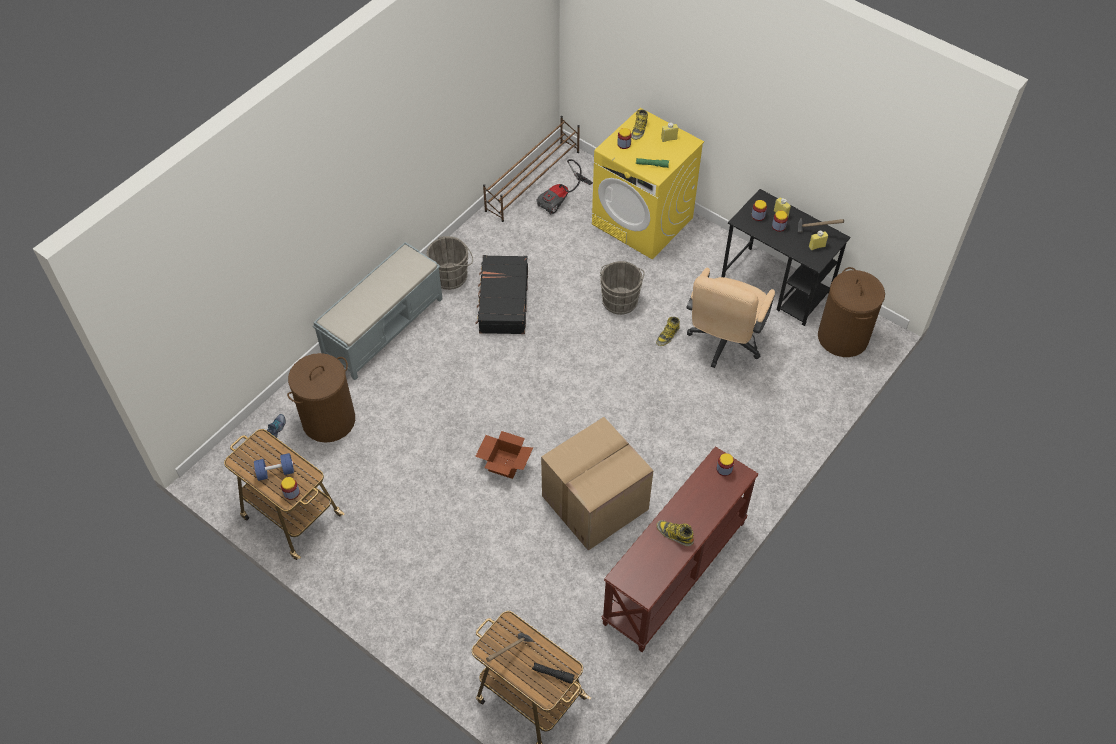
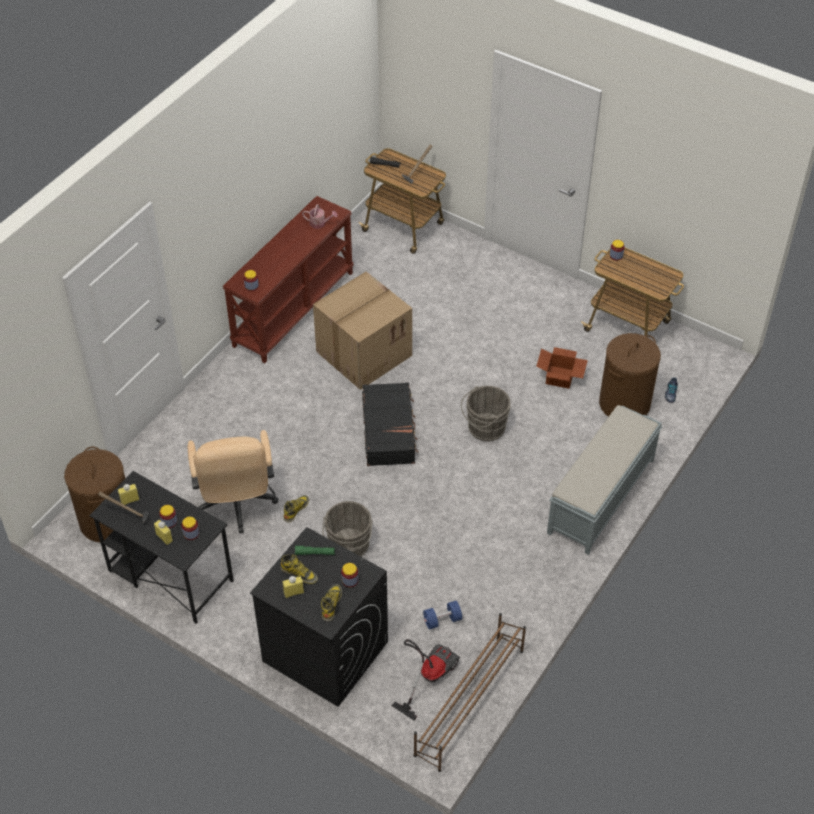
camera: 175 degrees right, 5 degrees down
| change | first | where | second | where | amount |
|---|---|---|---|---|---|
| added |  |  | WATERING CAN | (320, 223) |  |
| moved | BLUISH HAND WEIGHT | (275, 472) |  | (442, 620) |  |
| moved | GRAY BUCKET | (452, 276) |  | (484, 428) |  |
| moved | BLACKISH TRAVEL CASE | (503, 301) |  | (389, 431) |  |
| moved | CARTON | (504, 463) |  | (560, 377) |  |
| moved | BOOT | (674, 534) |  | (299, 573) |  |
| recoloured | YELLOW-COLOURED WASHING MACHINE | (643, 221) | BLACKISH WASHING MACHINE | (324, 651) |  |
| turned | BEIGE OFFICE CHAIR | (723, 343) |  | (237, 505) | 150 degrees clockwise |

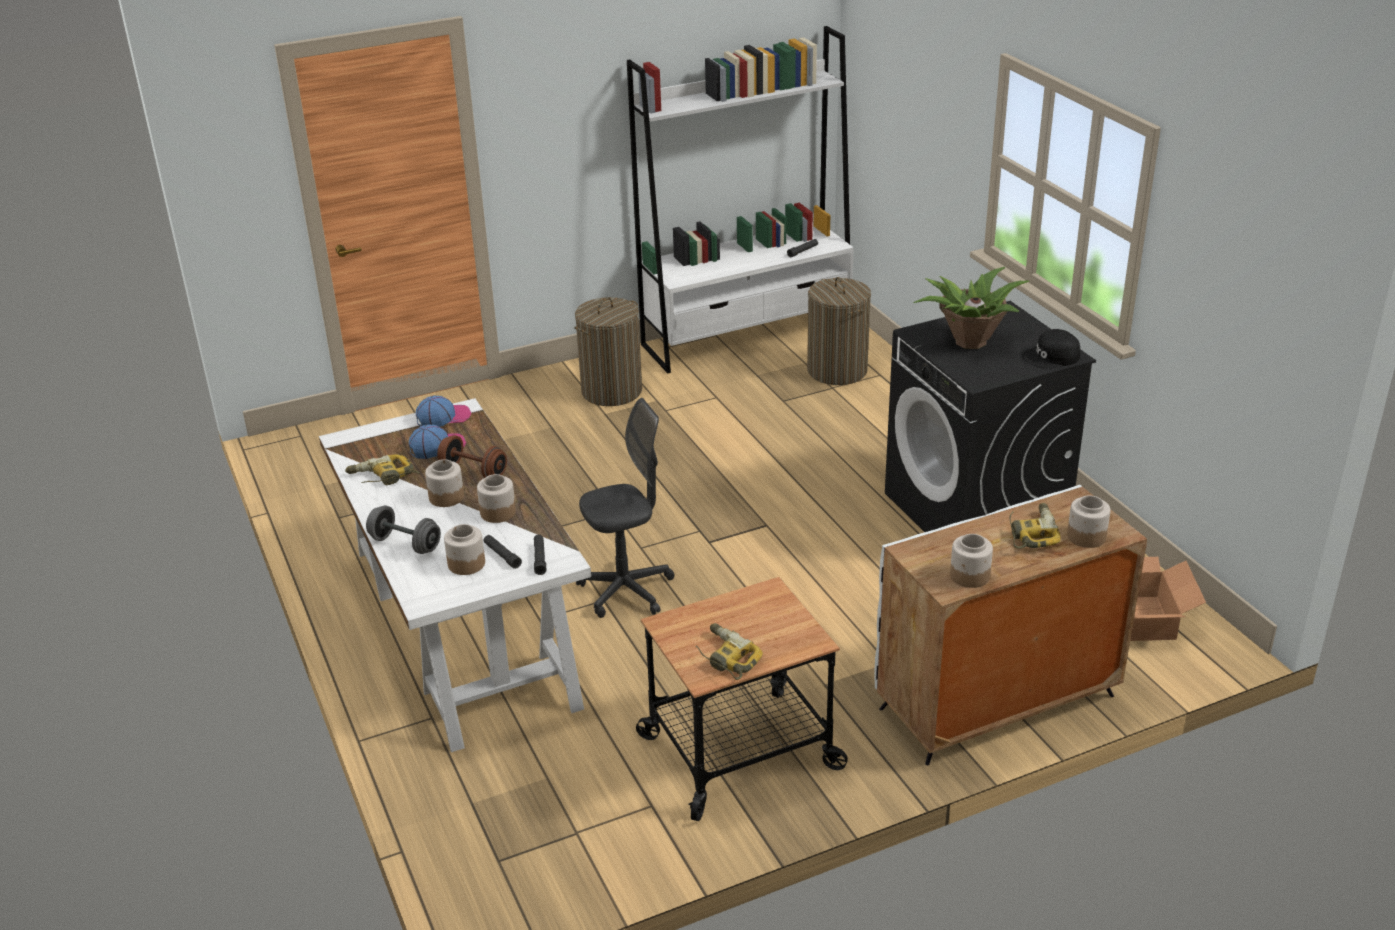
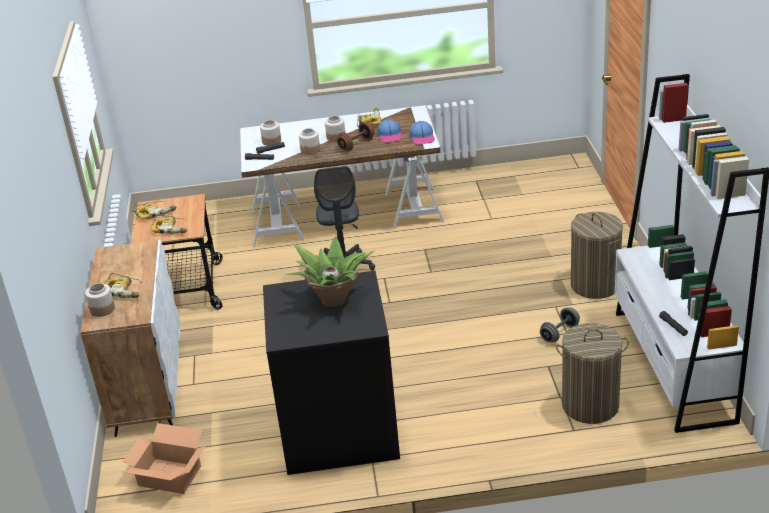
camera: 110 degrees right, 0 degrees up
| change | first | where | second | where | amount |
|---|---|---|---|---|---|
| removed | STORAGE JAR | (970, 576) |  |  |  |
| removed | BLACKISH CAP | (1052, 357) |  |  |  |
| added |  |  | POWER DRILL | (171, 228) |  |
| moved | GRAY HAND WEIGHT | (405, 544) |  | (559, 333) |  |

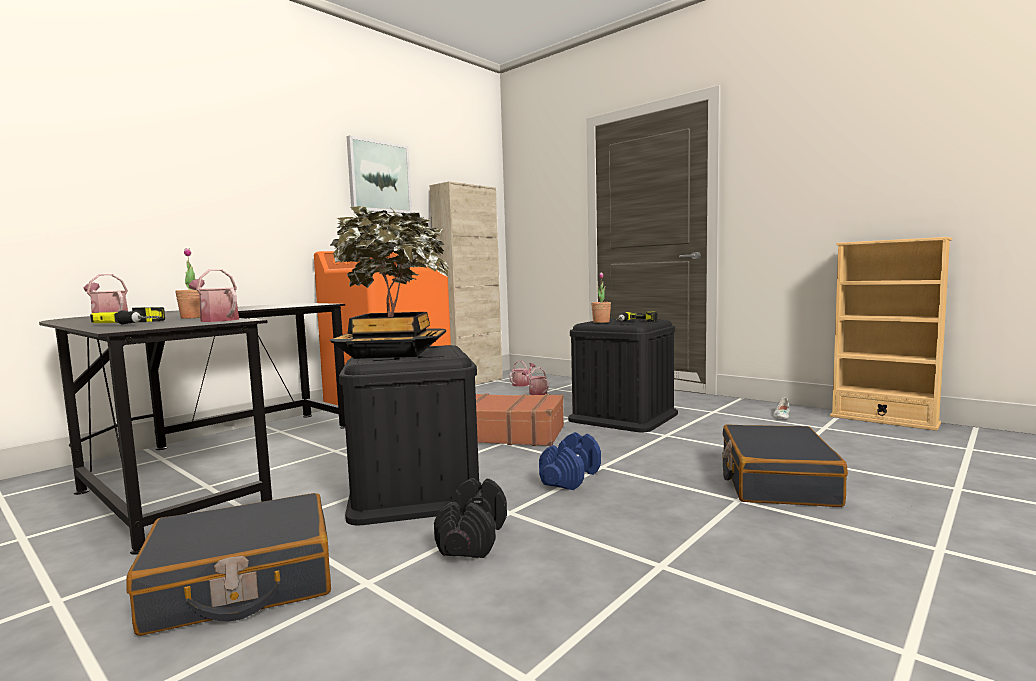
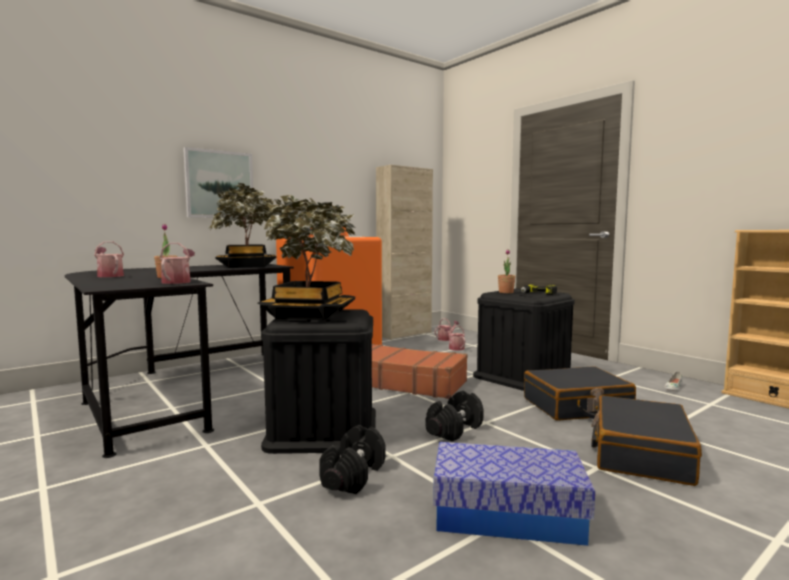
camera: 10 degrees right, 0 degrees up
| change | first | where | second | where | amount |
|---|---|---|---|---|---|
| removed | POWER DRILL | (145, 323) |  |  |  |
| added |  |  | PLANT IN A POT | (247, 266) |  |
| added |  |  | STORAGE BIN | (507, 515) |  |
| moved | BLACKISH TRAVEL CASE | (242, 584) |  | (576, 407) |  |
| moved | WALL ART | (379, 177) |  | (219, 184) |  |
| recoloured | BLUISH HAND WEIGHT | (570, 477) | BLACKISH HAND WEIGHT | (454, 429) |  |
| turned | WATERING CAN | (217, 320) |  | (178, 281) | 45 degrees clockwise |

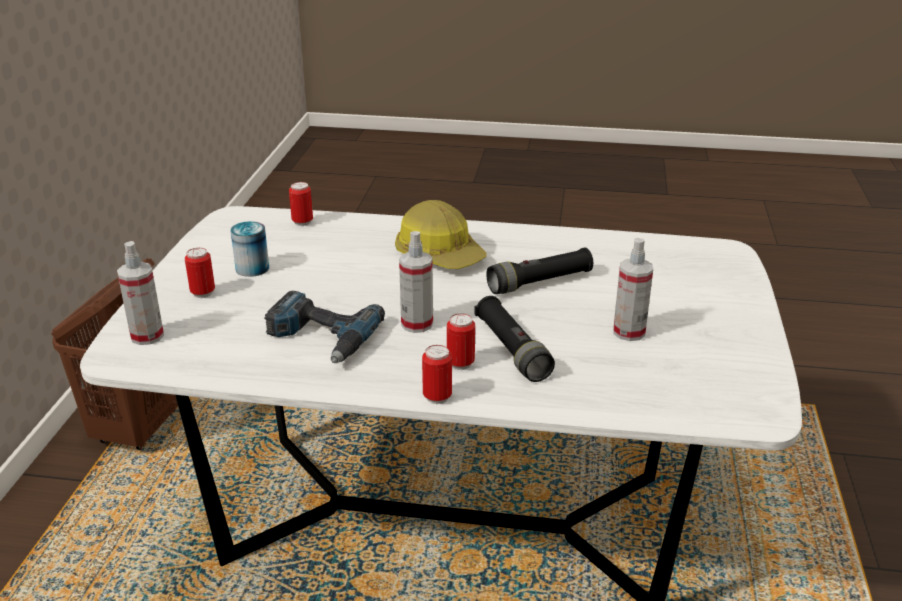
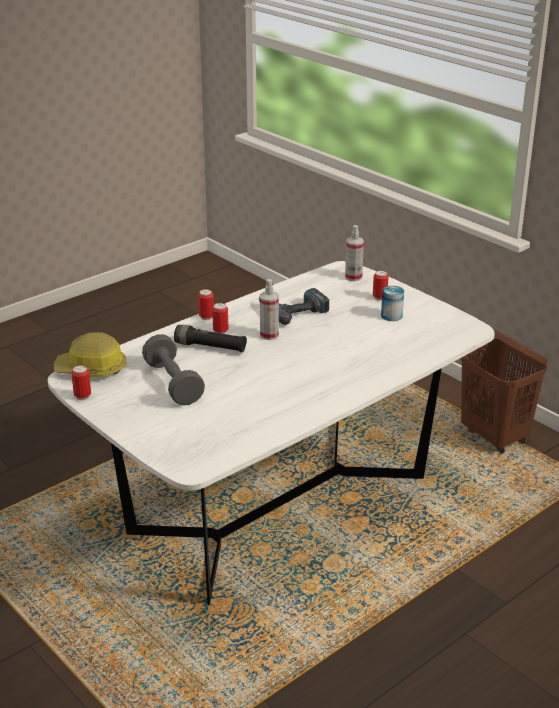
camera: 130 degrees right, 0 degrees up
| change | first | where | second | where | amount |
|---|---|---|---|---|---|
| removed | BLACKISH HAND TORCH | (540, 282) |  |  |  |
| moved | CAN | (302, 222) |  | (82, 396) |  |
| moved | HARD HAT | (439, 254) |  | (92, 369) |  |
| replaced | SPRAYER | (629, 332) | GRAY HAND WEIGHT | (173, 383) |  |

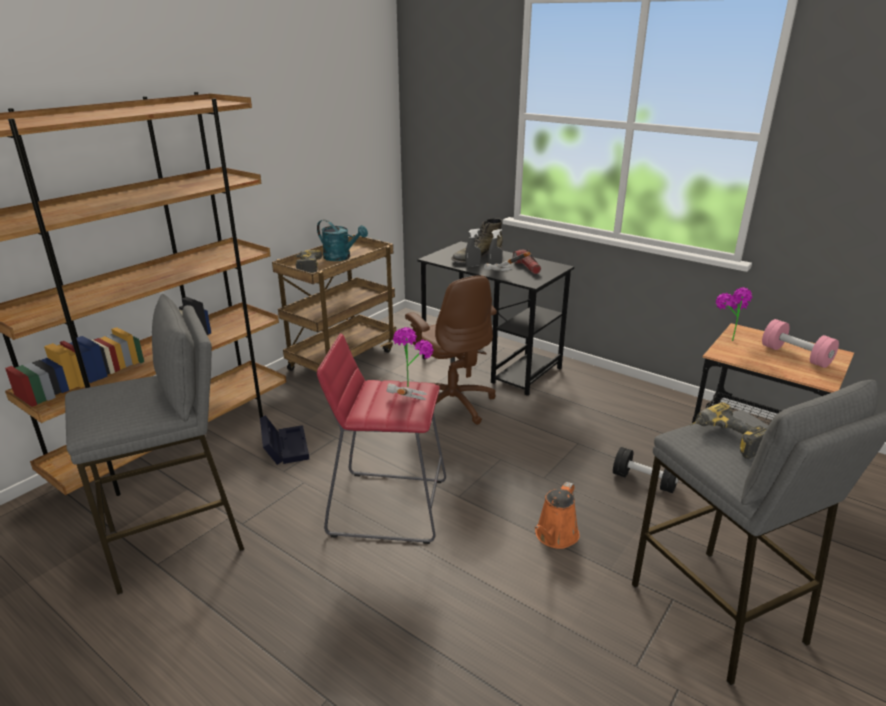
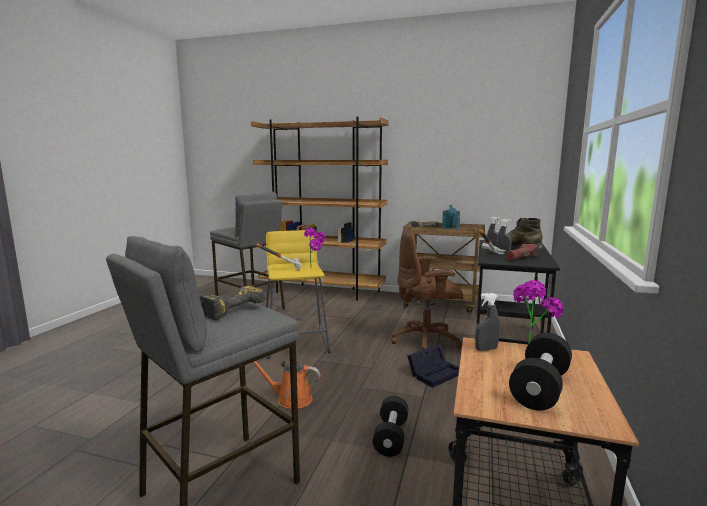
camera: 70 degrees right, 15 degrees down
| change | first | where | second | where | amount |
|---|---|---|---|---|---|
| added |  |  | GRAY SPRAYER | (486, 349) |  |
| moved | BLACKISH STORAGE BIN | (284, 447) |  | (435, 373) |  |
| recoloured | RED-COLOURED SITTING STOOL | (388, 506) | YELLOW-COLOURED SITTING STOOL | (296, 342) |  |
| recoloured | PINK HAND WEIGHT | (795, 356) | BLACKISH HAND WEIGHT | (540, 388) |  |
| turned | BROWN-COLOURED OFFICE CHAIR | (452, 403) |  | (426, 341) | 45 degrees clockwise |

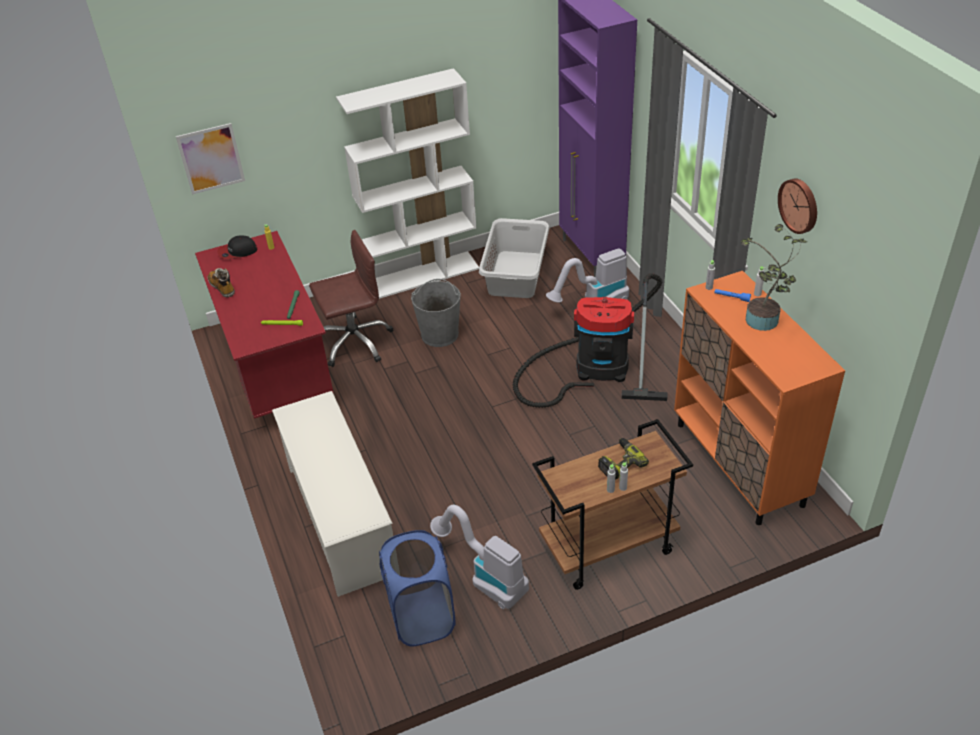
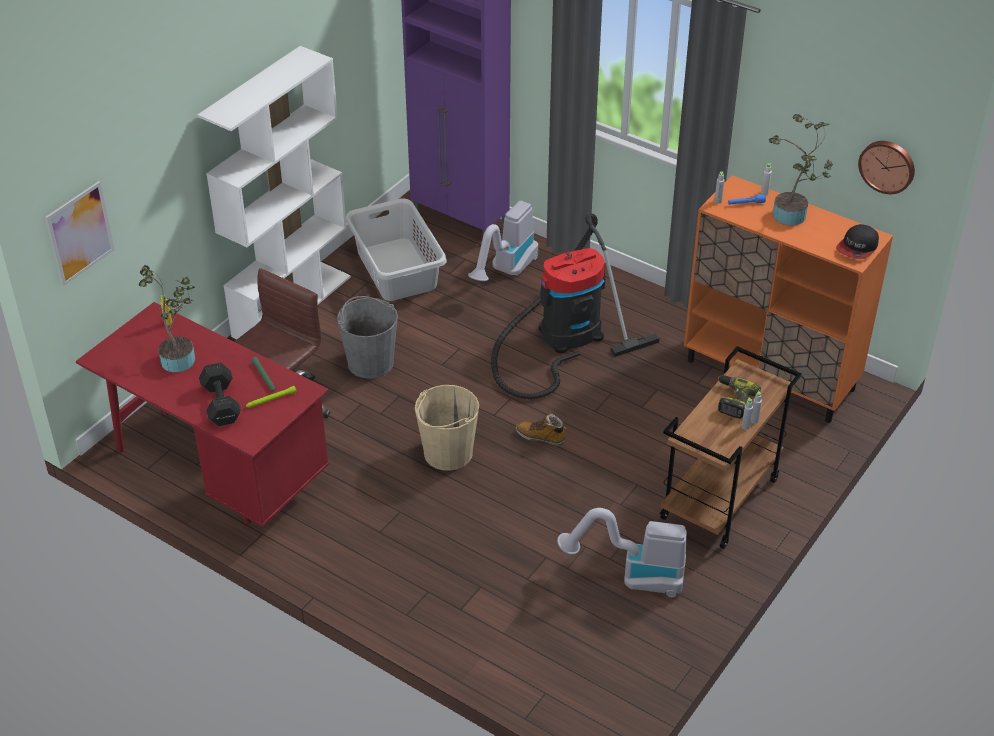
camera: 35 degrees left, 0 degrees up
| change | first | where | second | where | amount |
|---|---|---|---|---|---|
| removed | WHITISH SHOE SHELF | (341, 519) |  |  |  |
| removed | BLUISH LAUNDRY BASKET | (422, 617) |  |  |  |
| added |  |  | PLANT IN A POT | (180, 358) |  |
| added |  |  | BLACKISH HAND WEIGHT | (221, 405) |  |
| added |  |  | BEIGE BUCKET | (447, 453) |  |
| moved | BOOT | (222, 287) |  | (541, 437) |  |
| moved | CAP | (237, 252) |  | (857, 247) |  |
| moved | HANGING CLOCK | (799, 205) |  | (887, 166) |  |

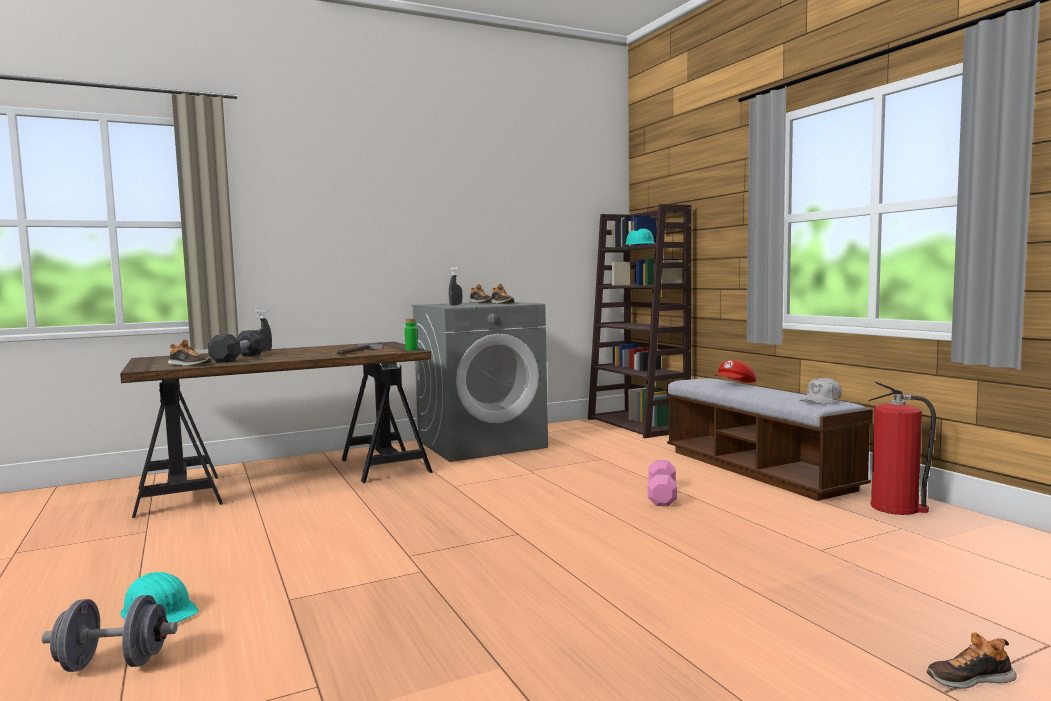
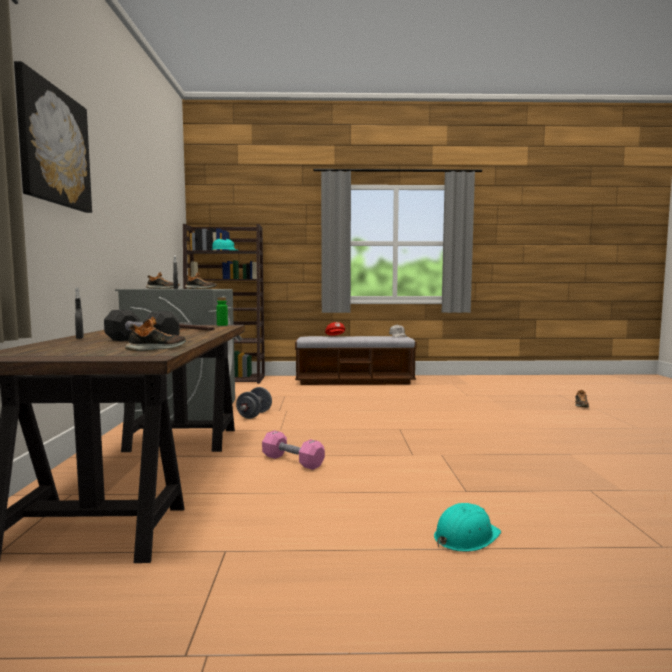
camera: 65 degrees left, 0 degrees up
| change | first | where | second | where | amount |
|---|---|---|---|---|---|
| removed | FIRE-FIGHTING CYLINDER | (896, 508) |  |  |  |
| added |  |  | WALL ART | (53, 146) |  |
| moved | GRAY HAND WEIGHT | (113, 664) |  | (254, 415) |  |
| moved | PINK HAND WEIGHT | (662, 495) |  | (292, 461) |  |

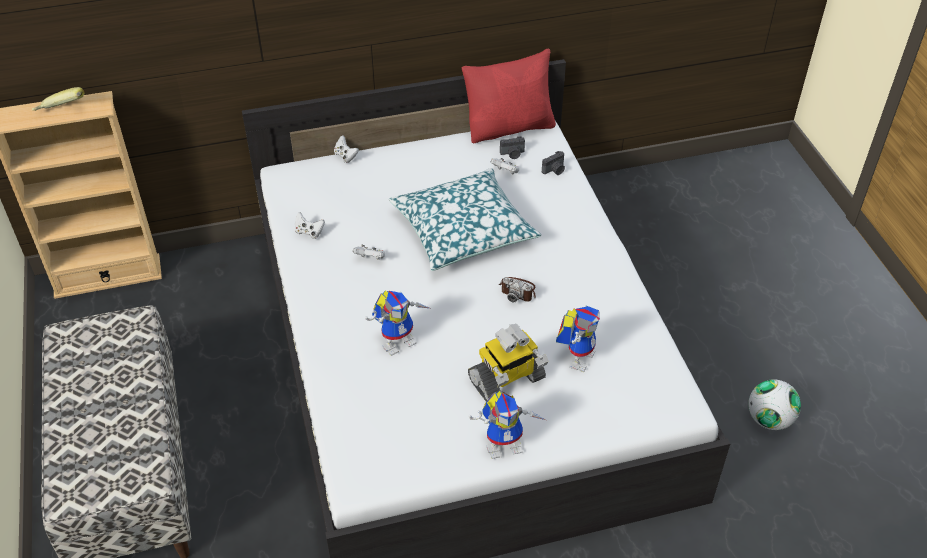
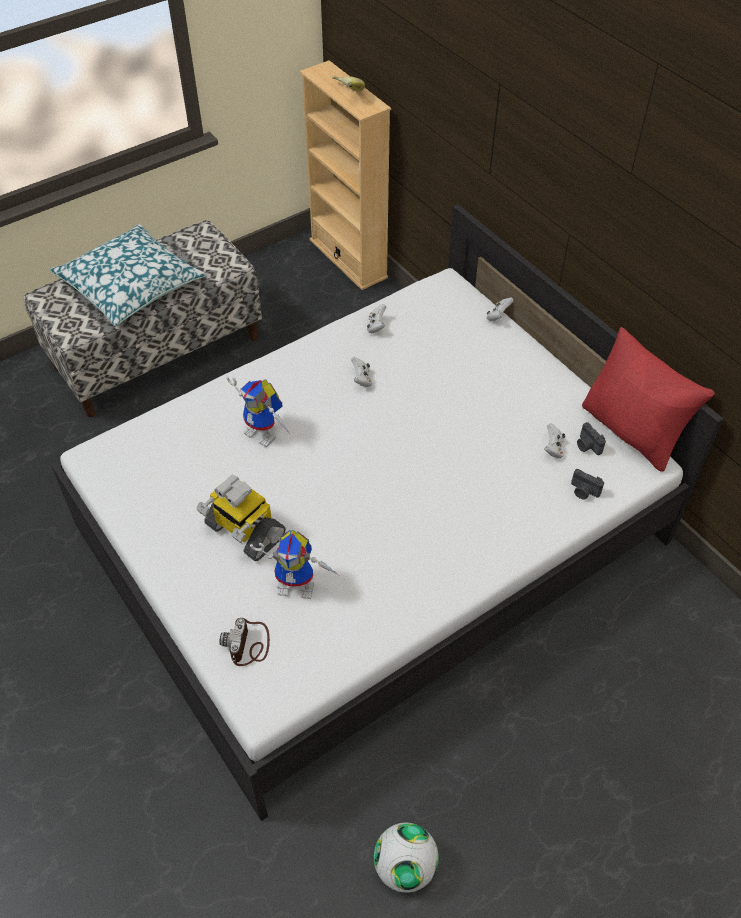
camera: 70 degrees right, 5 degrees up
| change | first | where | second | where | amount |
|---|---|---|---|---|---|
| removed | MODEL ROBOT | (506, 444) |  |  |  |
| moved | PILLOW | (463, 230) |  | (131, 286) |  |
| moved | PHOTO CAMERA | (518, 291) |  | (248, 645) |  |

